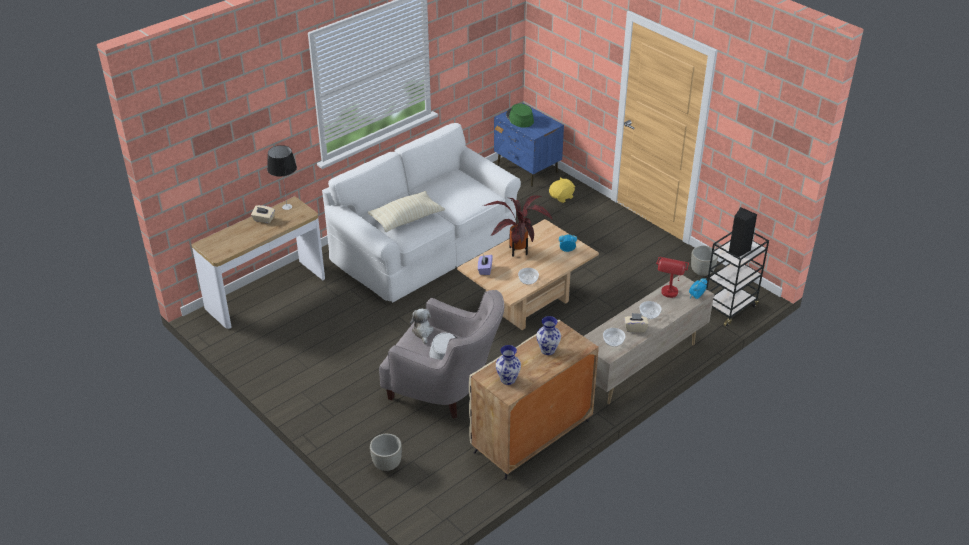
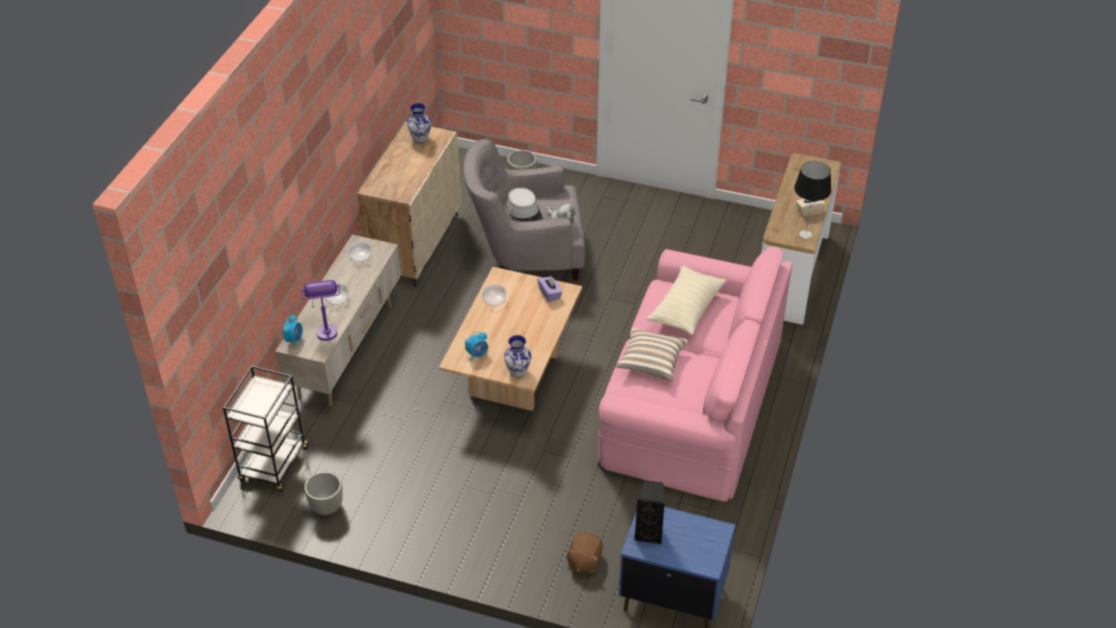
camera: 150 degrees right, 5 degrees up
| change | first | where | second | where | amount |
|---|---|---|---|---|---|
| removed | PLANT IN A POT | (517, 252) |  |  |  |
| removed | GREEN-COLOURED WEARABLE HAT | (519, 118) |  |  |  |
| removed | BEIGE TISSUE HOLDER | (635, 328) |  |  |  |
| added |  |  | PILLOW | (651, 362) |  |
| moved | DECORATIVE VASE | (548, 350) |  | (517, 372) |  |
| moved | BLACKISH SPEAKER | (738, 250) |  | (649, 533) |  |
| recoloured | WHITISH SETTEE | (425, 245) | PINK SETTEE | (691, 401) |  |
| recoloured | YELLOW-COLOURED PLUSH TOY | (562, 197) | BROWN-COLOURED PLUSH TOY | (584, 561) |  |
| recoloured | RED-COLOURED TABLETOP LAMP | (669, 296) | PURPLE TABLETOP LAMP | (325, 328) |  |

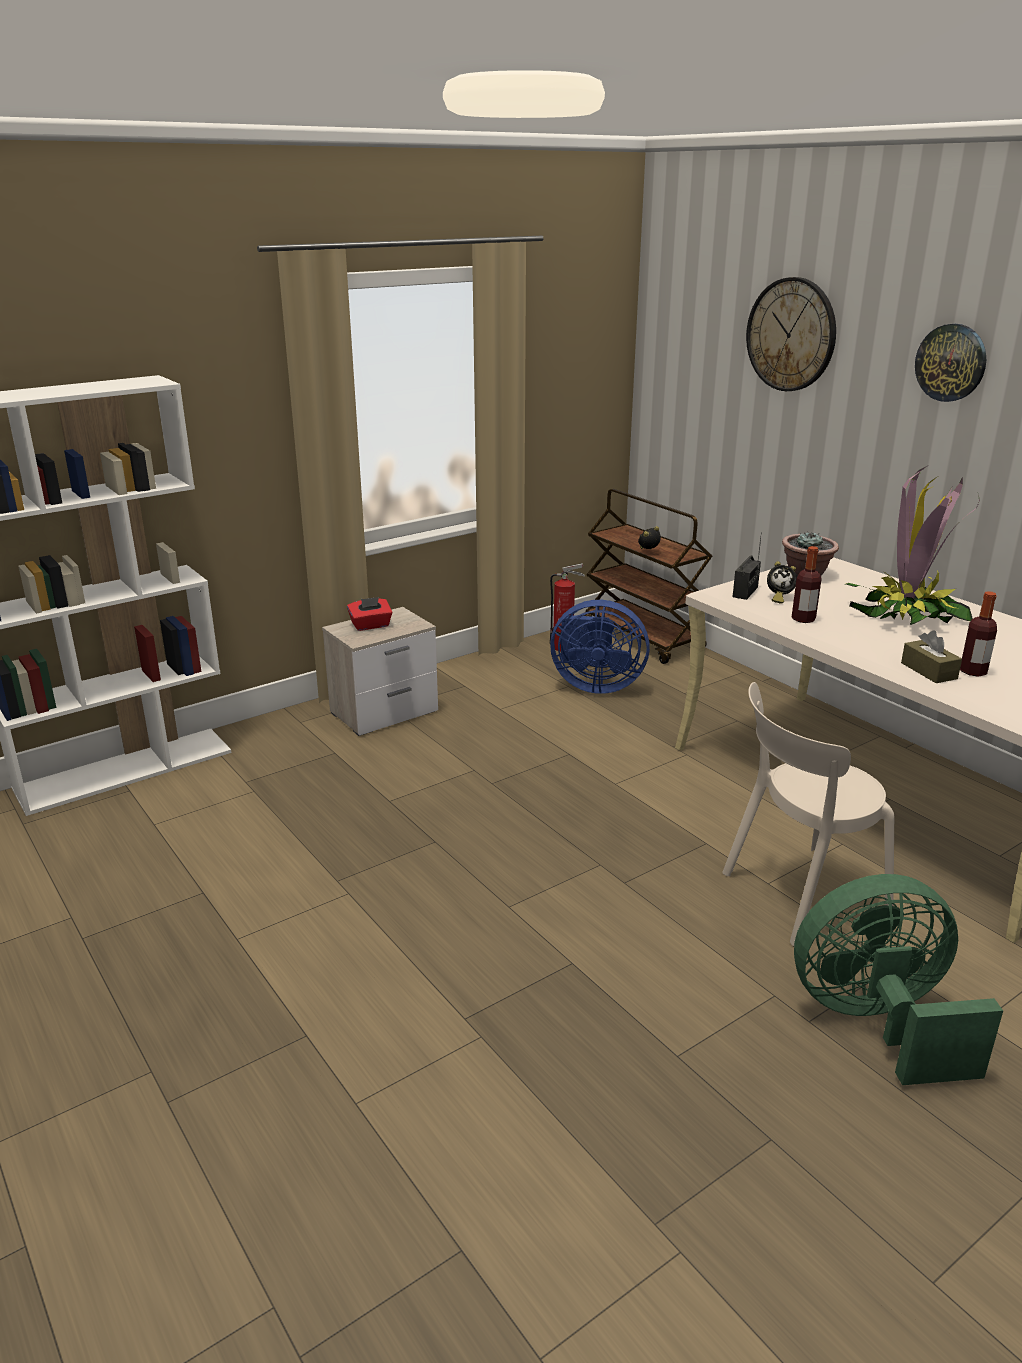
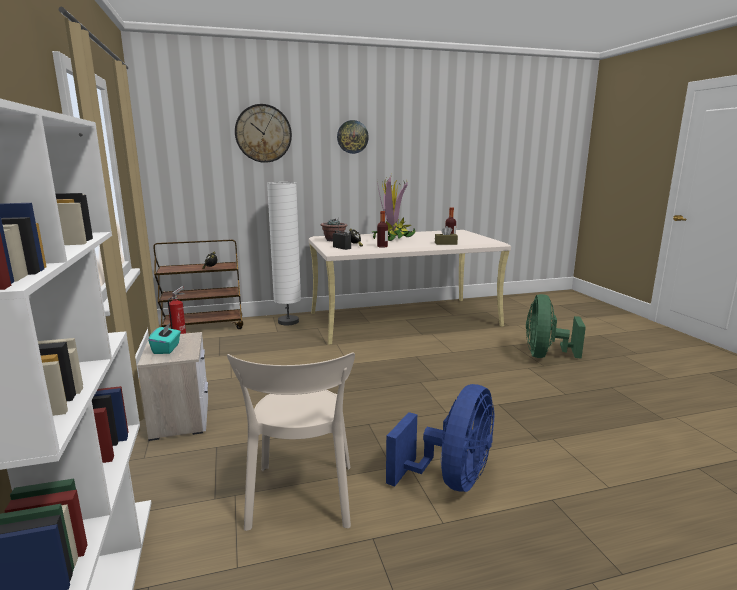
camera: 70 degrees left, 10 degrees down
| change | first | where | second | where | amount |
|---|---|---|---|---|---|
| added |  |  | WHITISH STANDING LAMP | (288, 322) |  |
| moved | BLUISH ELECTRIC FAN | (595, 685) |  | (451, 479) |  |
| moved | BEIGE CHAIR | (798, 896) |  | (301, 500) |  |
| recoloured | RED-COLOURED TISSUE HOLDER | (371, 625) | TURQUOISE-COLOURED TISSUE HOLDER | (167, 349) |  |

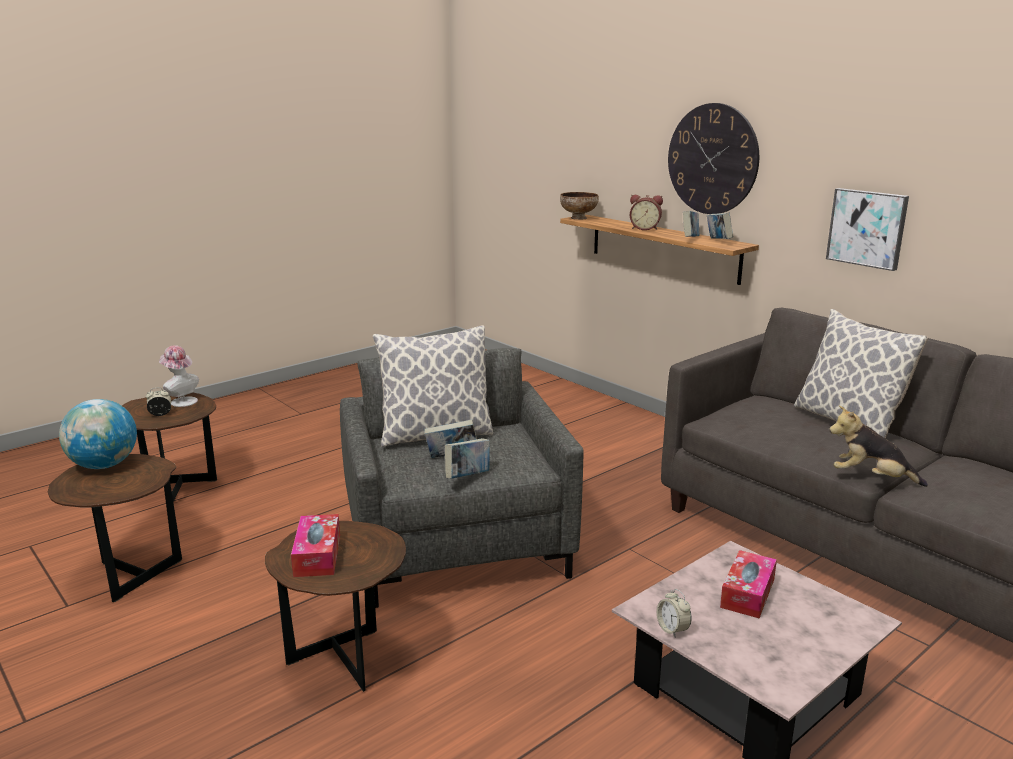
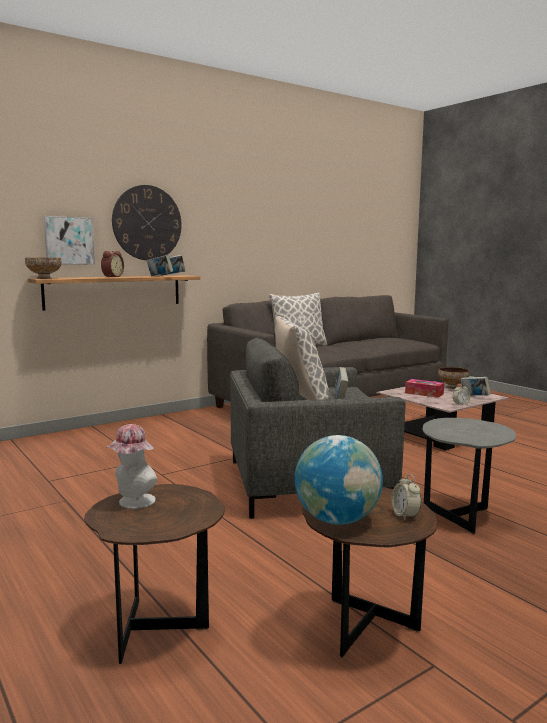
camera: 85 degrees left, 10 degrees down
| change | first | where | second | where | amount |
|---|---|---|---|---|---|
| removed | TISSUE HOLDER | (317, 555) |  |  |  |
| removed | PLUSH TOY | (871, 478) |  |  |  |
| added |  |  | DEEP DISH | (452, 387) |  |
| moved | TABLE CLOCK | (160, 414) |  | (405, 515) |  |
| moved | VOLUME | (468, 477) |  | (474, 397) |  |
| moved | WALL ART | (867, 228) |  | (69, 240) |  |
| recoloured | BROWN-COLOURED SIDE TABLE | (345, 663) | GRAY SIDE TABLE | (462, 515) |  |

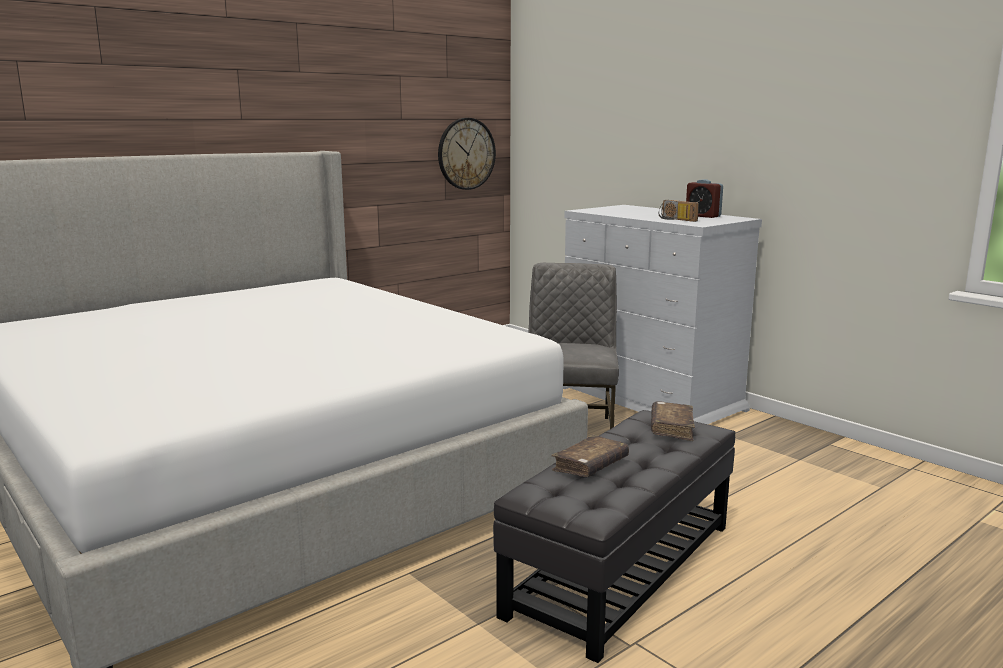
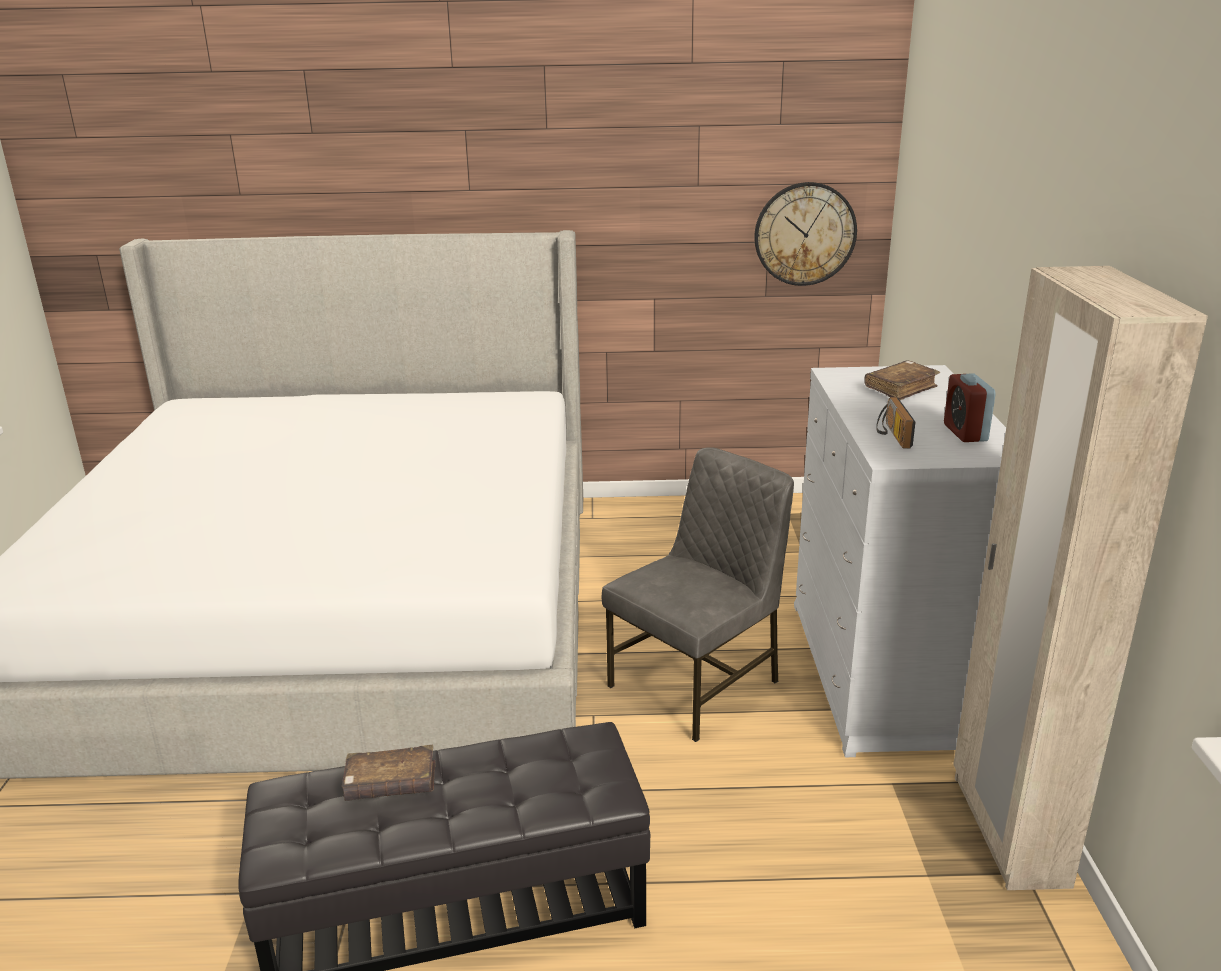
camera: 40 degrees right, 10 degrees up
| change | first | where | second | where | amount |
|---|---|---|---|---|---|
| added |  |  | BEIGE CLOTHES CUPBOARD | (1007, 830) |  |
| moved | BROWN-COLOURED VOLUME | (671, 429) |  | (900, 388) |  |

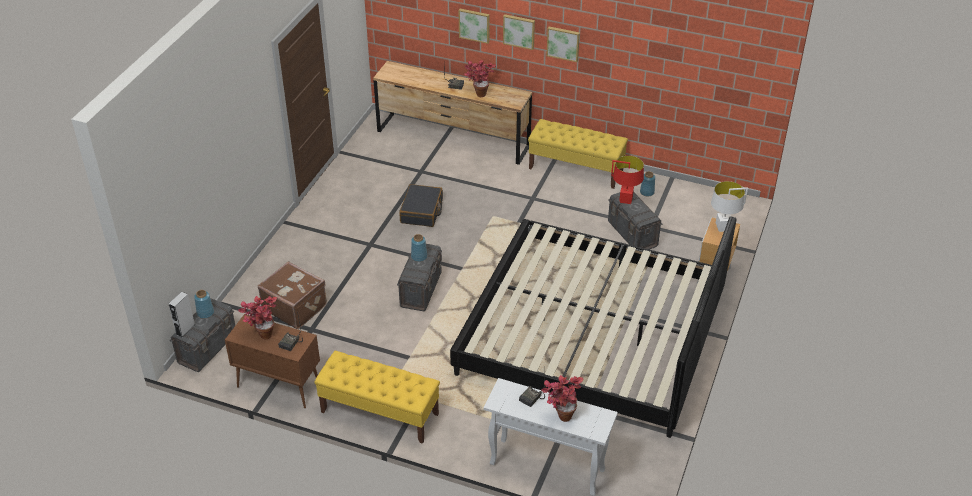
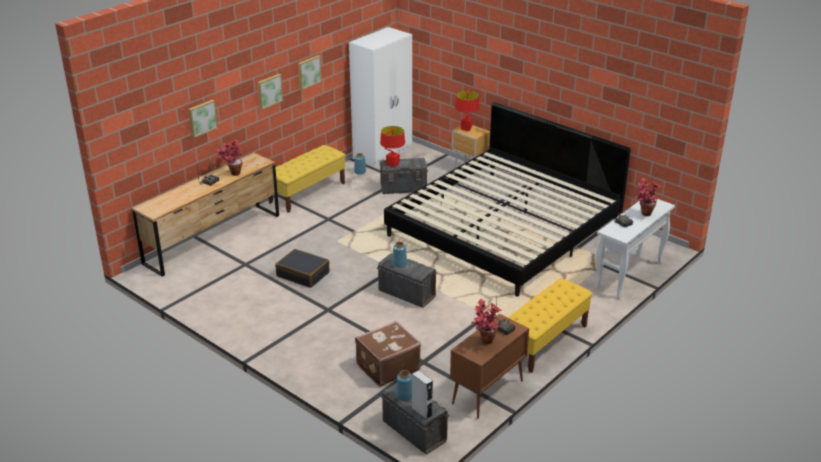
camera: 70 degrees left, 10 degrees down
| change | first | where | second | where | amount |
|---|---|---|---|---|---|
| added |  |  | WHITISH CLOTHES CUPBOARD | (383, 153) |  |
| moved | WALL ART | (519, 31) |  | (308, 72) |  |
| recoloured | WHITISH TABLETOP LAMP | (723, 227) | RED-COLOURED TABLETOP LAMP | (466, 128) |  |

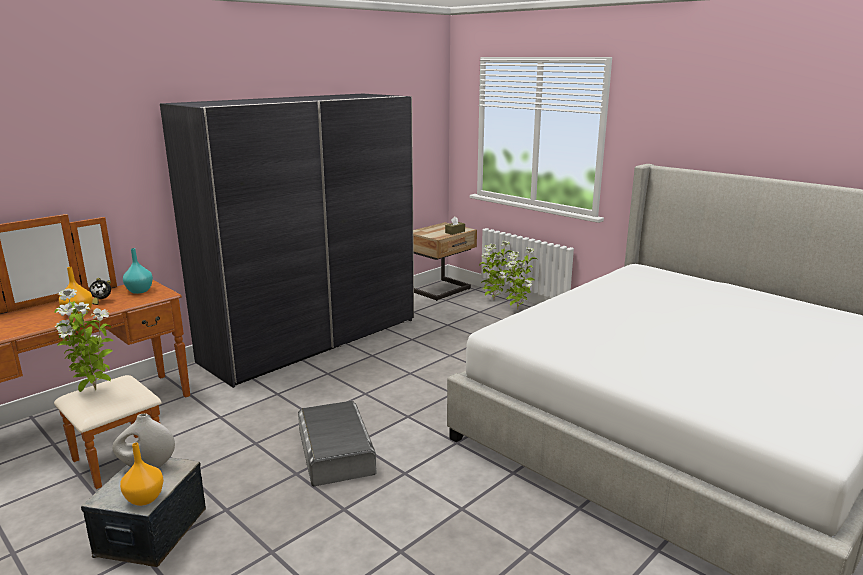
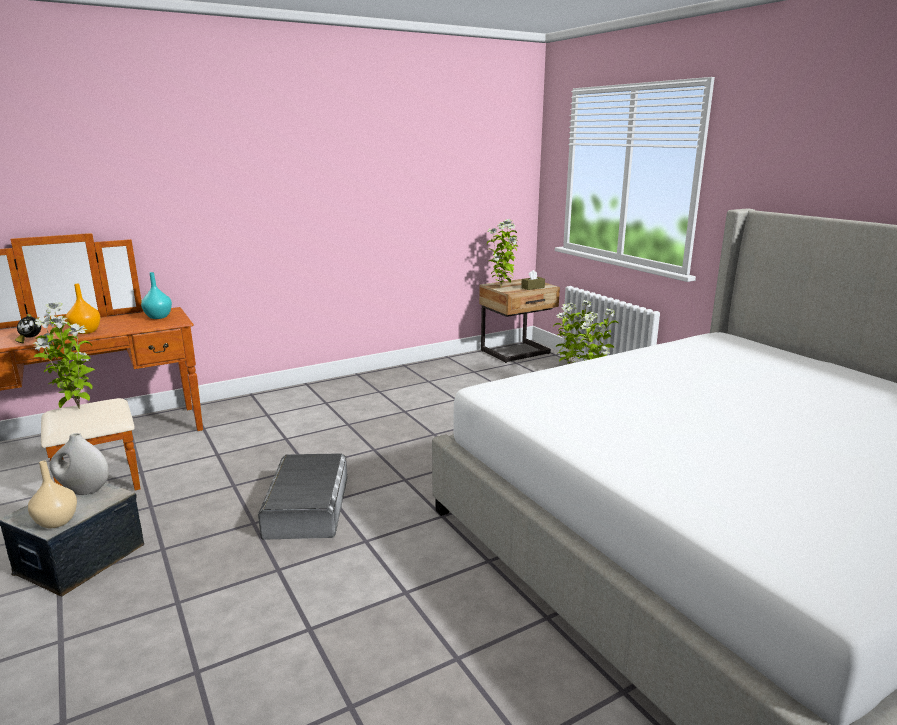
camera: 15 degrees right, 0 degrees up
| change | first | where | second | where | amount |
|---|---|---|---|---|---|
| removed | GRAY CLOTHES CUPBOARD | (312, 340) |  |  |  |
| added |  |  | PLANT IN A POT | (502, 287) |  |
| moved | TABLE CLOCK | (101, 301) |  | (30, 340) |  |
| recoloured | ORANGE DECORATIVE VASE | (144, 498) | BEIGE DECORATIVE VASE | (56, 522) |  |

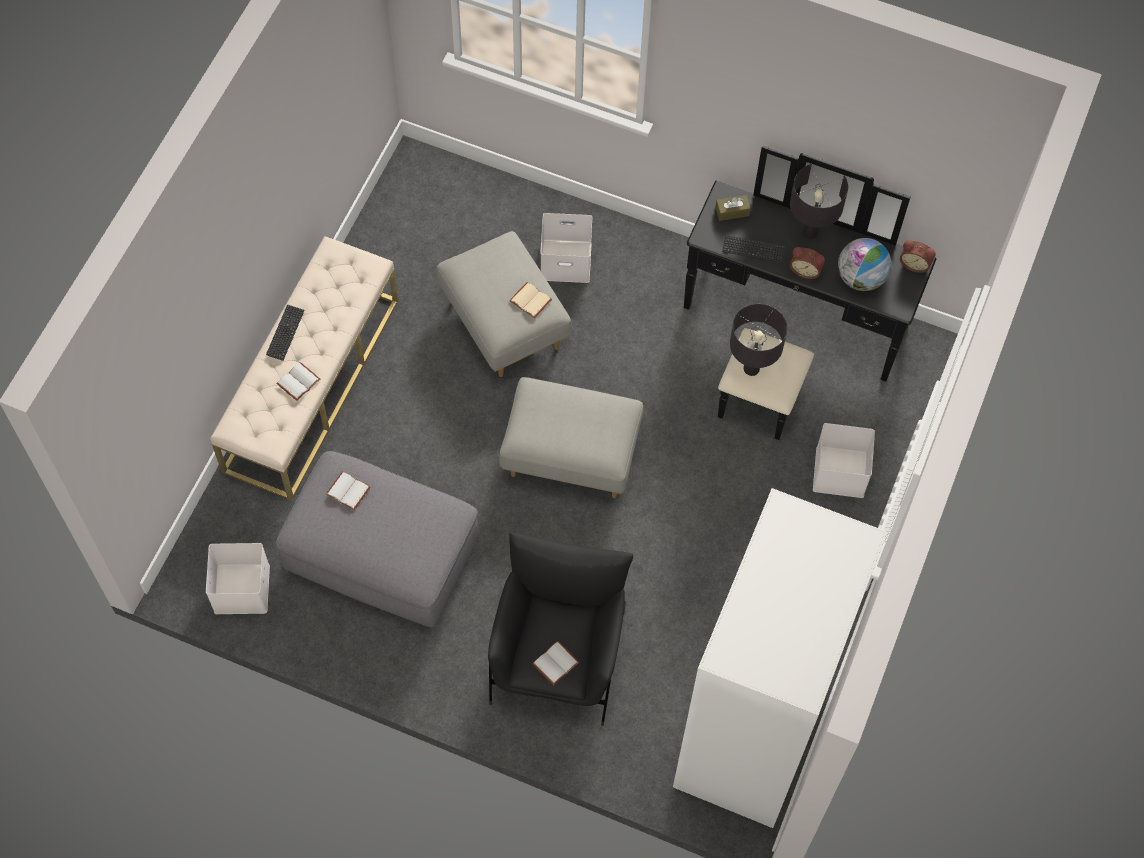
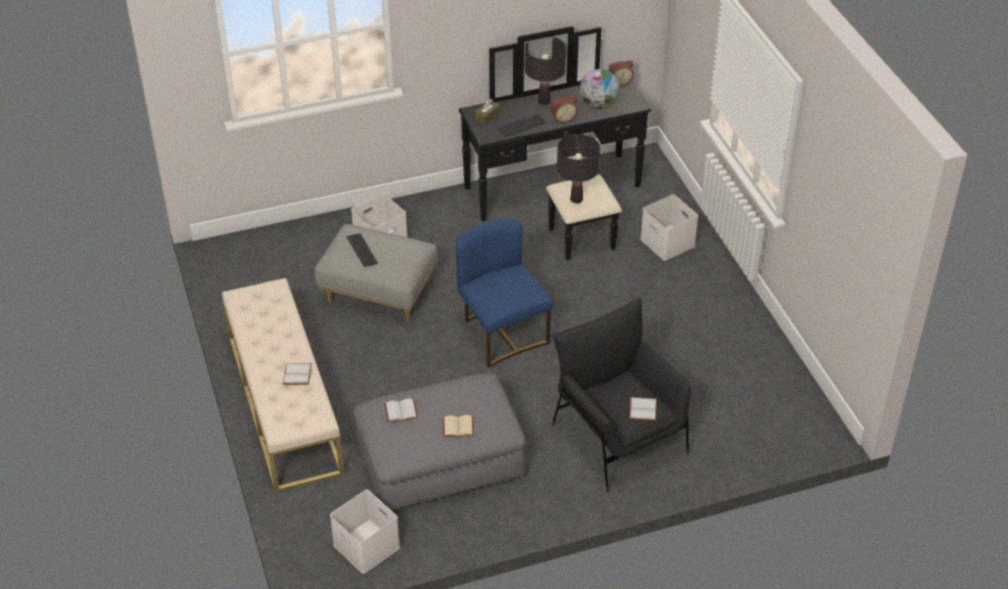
camera: 40 degrees left, 20 degrees down
| change | first | where | second | where | amount |
|---|---|---|---|---|---|
| removed | WHITISH CLOTHES CUPBOARD | (754, 730) |  |  |  |
| moved | PC KEYBOARD | (285, 333) |  | (362, 251) |  |
| moved | BEIGE VOLUME | (529, 301) |  | (457, 428) |  |
| replaced | GRAY OTTOMAN | (571, 455) | BLUISH CHAIR | (502, 333) |  |

